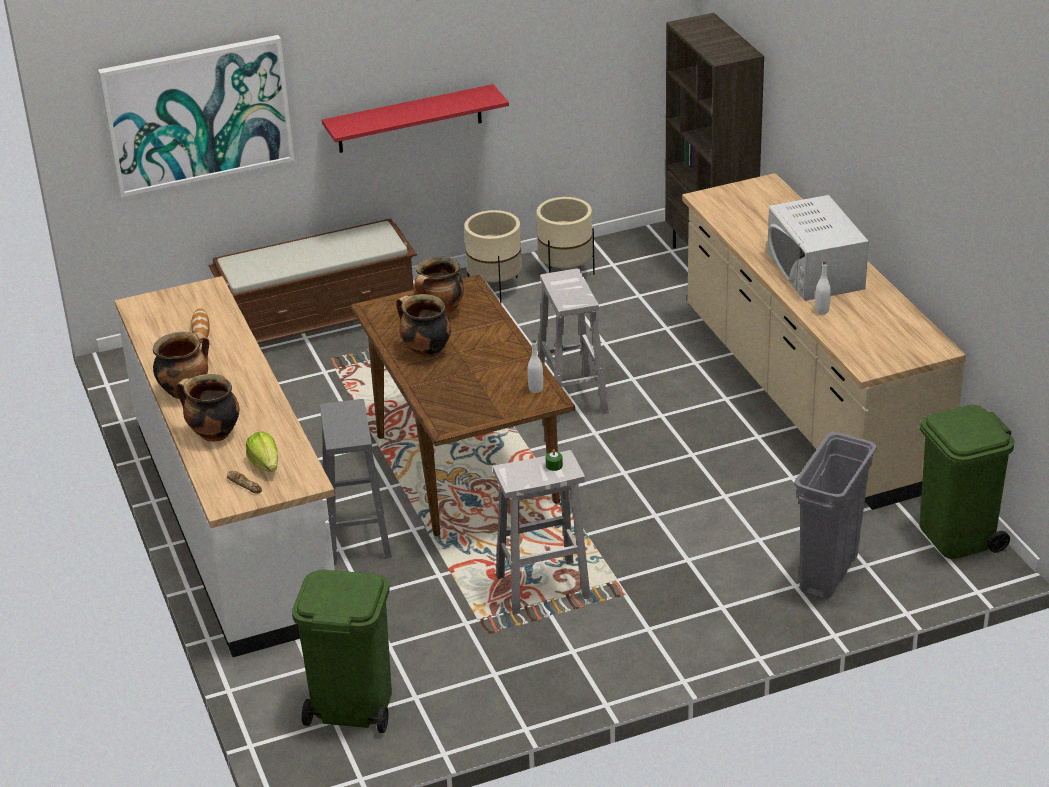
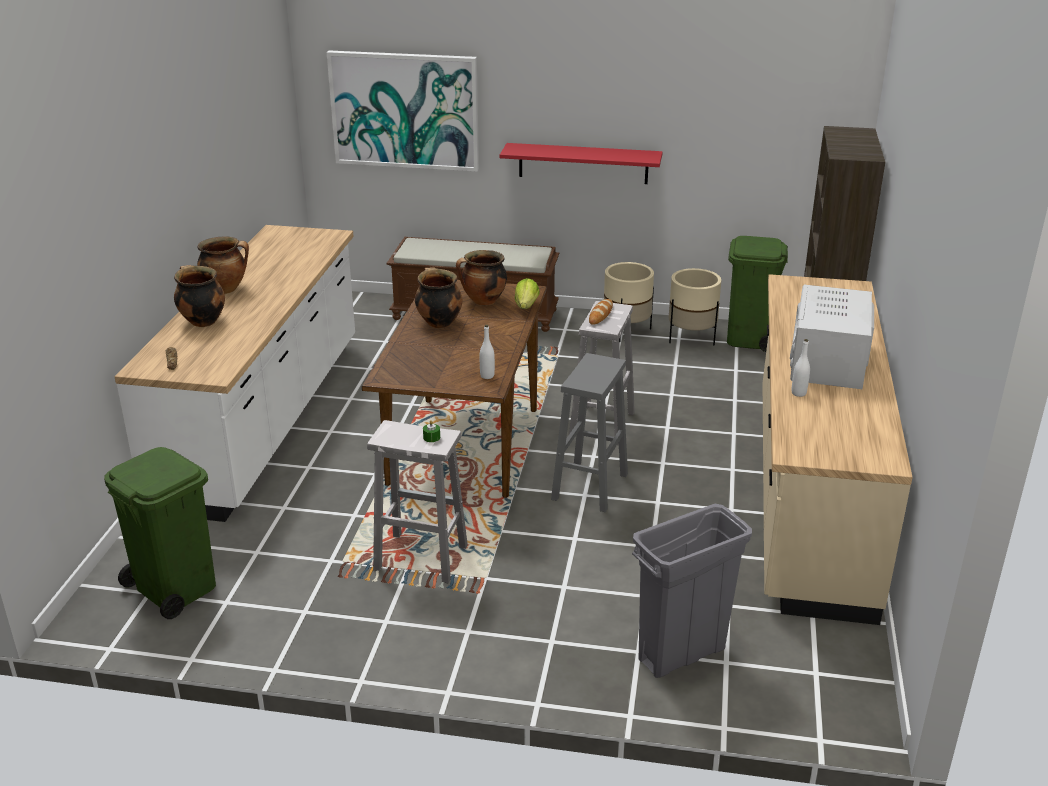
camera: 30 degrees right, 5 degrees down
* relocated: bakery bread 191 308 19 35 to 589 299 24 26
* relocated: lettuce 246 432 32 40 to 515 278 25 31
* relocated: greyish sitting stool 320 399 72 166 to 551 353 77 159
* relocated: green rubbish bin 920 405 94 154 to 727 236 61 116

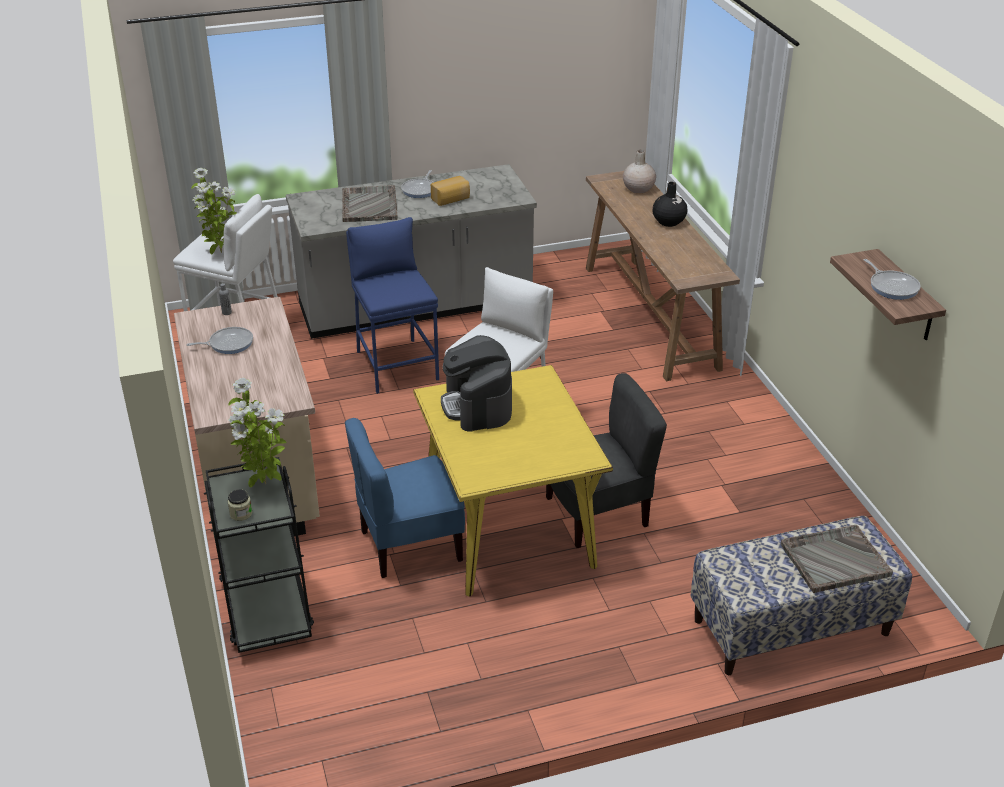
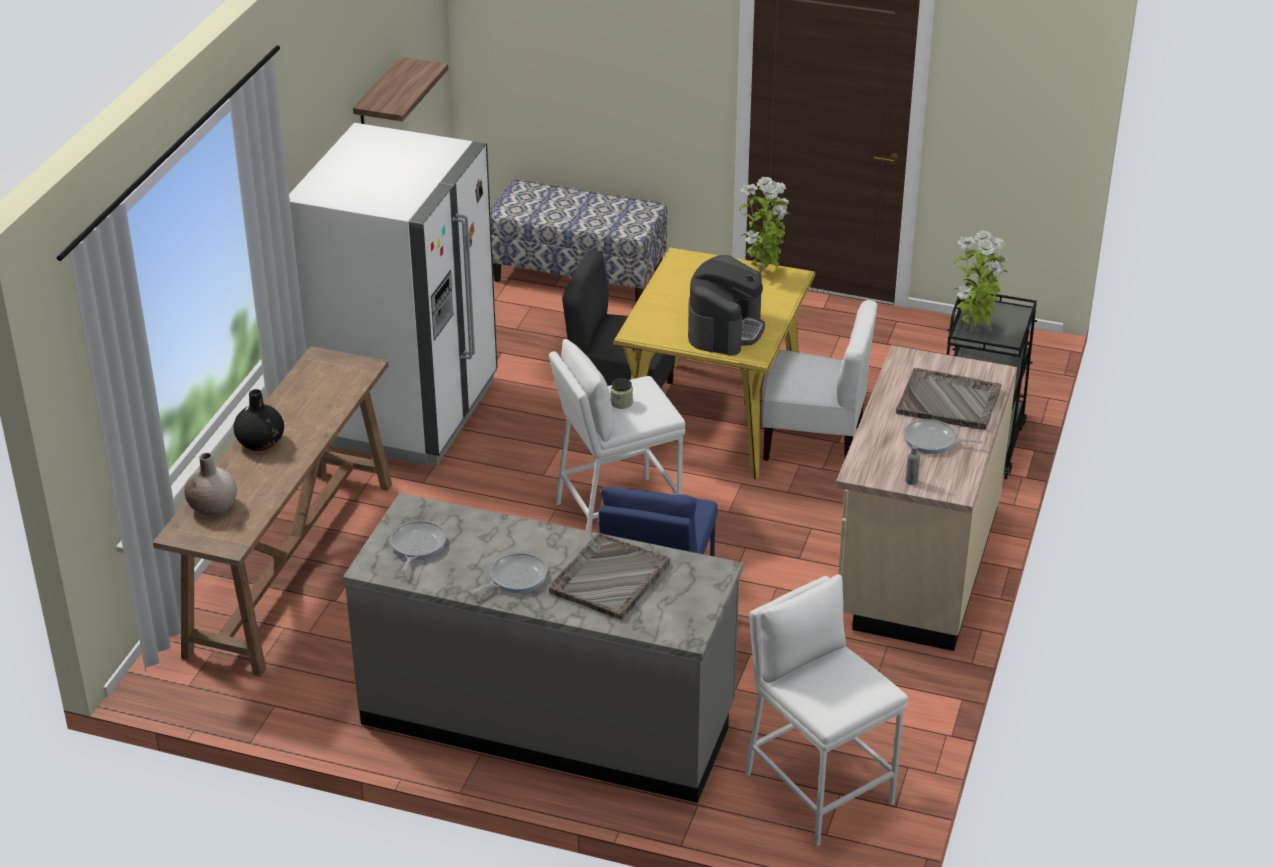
camera: 145 degrees left, 0 degrees up
* missing: bakery bread 431 176 39 30
* appeared: white-coloured refrigerator 289 123 209 342
* relocated: houseplant 191 168 46 87 to 739 177 52 97
* relocated: preserve jar 227 489 25 32 to 611 378 22 31
* relocated: greyish carrying tray 781 525 112 68 to 896 368 106 62
* relocated: pan 864 259 57 41 to 390 521 56 52
* colour: bluish plain chair 345 418 120 160 to white-coloured plain chair 762 300 116 161

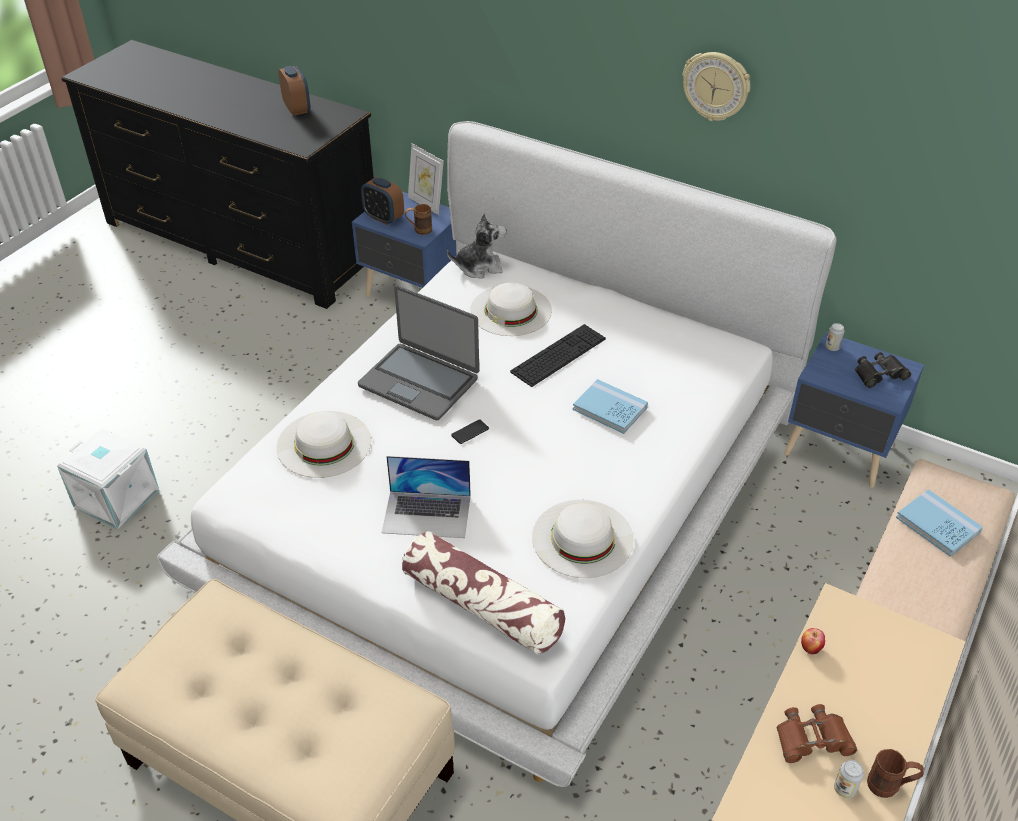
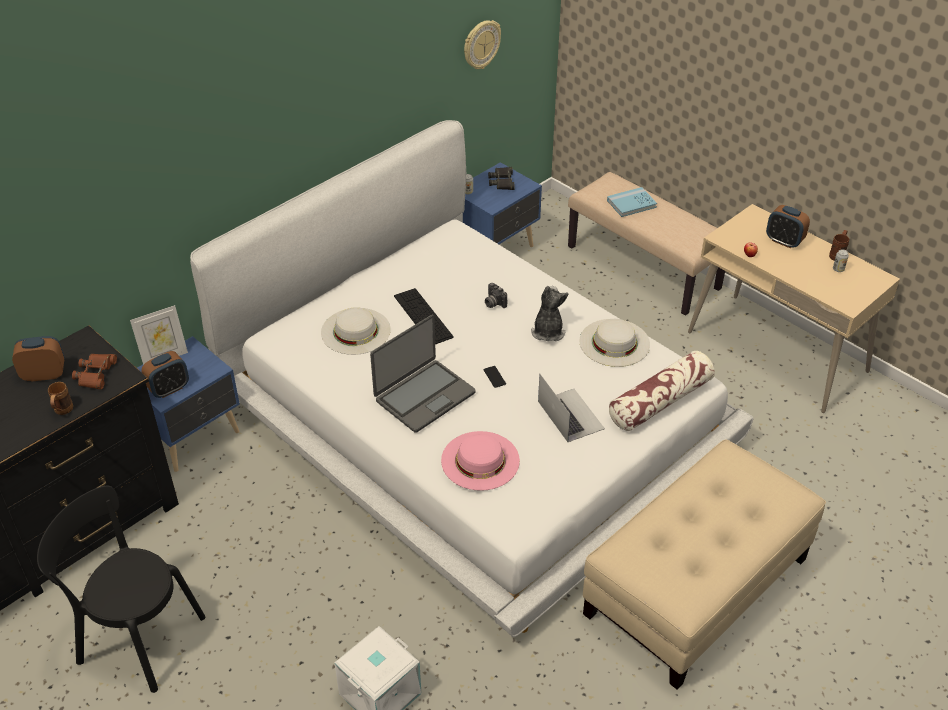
camera: 75 degrees left, 0 degrees up
* appeared: black plain chair 37 486 168 207
* appeared: table clock 766 205 44 44
* relocated: brown coffee mug 405 204 27 31 to 48 382 25 33
* relocated: cuddly toy 447 213 59 66 to 531 286 38 55
* relocated: clock on the wall 682 52 68 69 to 464 20 37 49
* relocated: brown field glasses 777 704 80 59 to 72 354 45 35
* exchanged: bluish volume 573 379 75 55 to photo camera 485 283 22 25
* colour: white-coloured clothing hat 276 411 95 67 to pink-coloured clothing hat 441 431 79 60
* spun: laptop 382 456 89 82 = 538 374 67 68 45 degrees counterclockwise

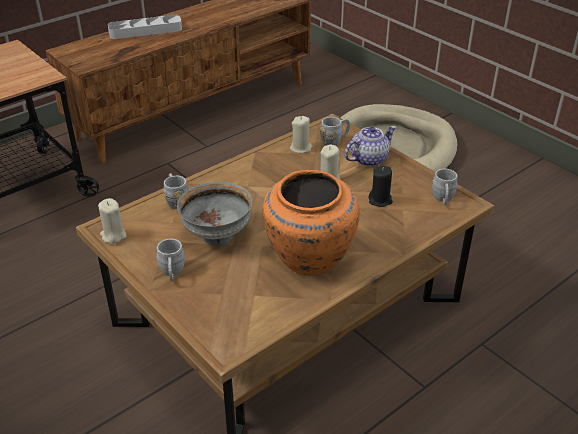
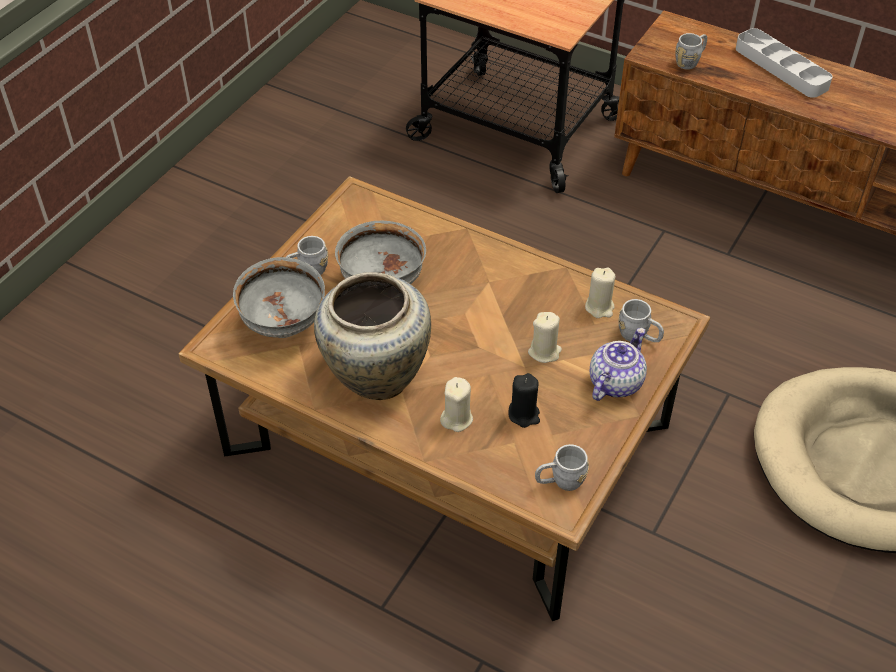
camera: 70 degrees right, 10 degrees up
* appeared: greyish serving bowl 233 257 92 81
* relocated: beige wax candle 98 198 28 46 to 440 377 33 55
* relocated: greyish coffee mug 163 173 26 36 to 675 33 32 37
* colour: orangey flower vase 262 170 97 106 to beige flower vase 314 272 117 128
* spun: tea pot 344 126 52 41 = 590 328 57 73 90 degrees counterclockwise

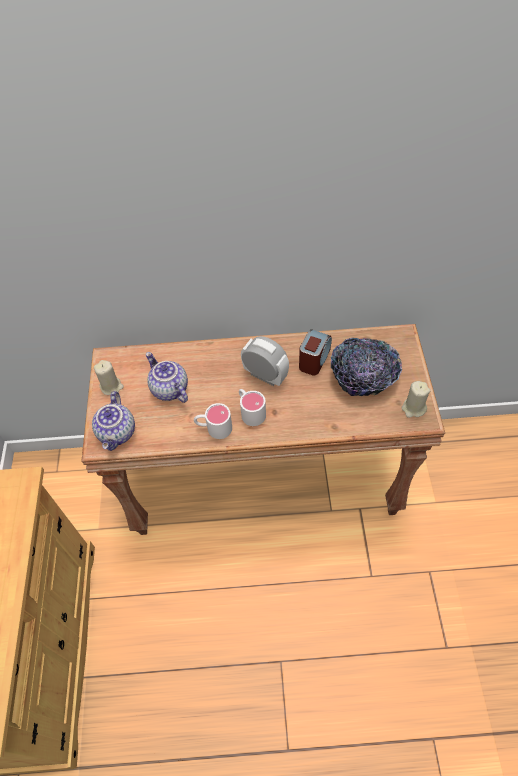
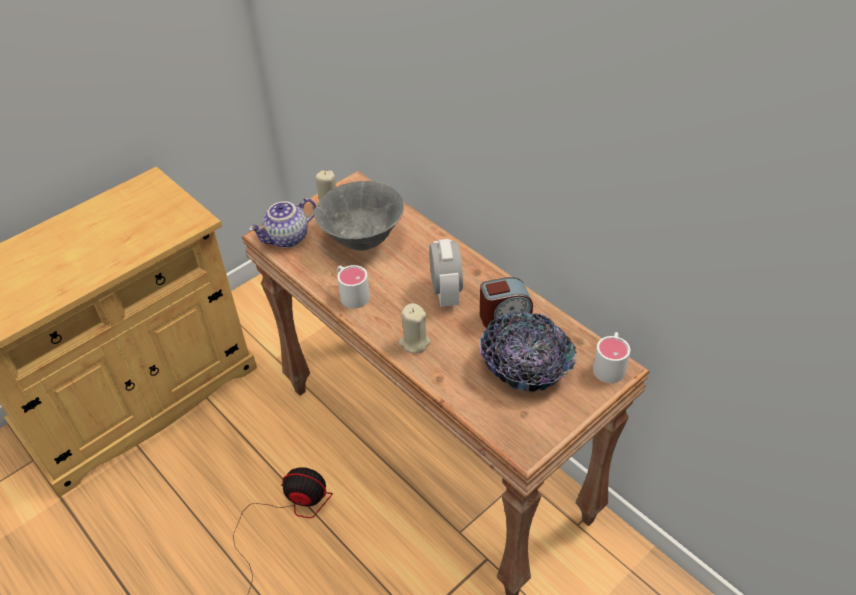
camera: 50 degrees right, 10 degrees down
* appeared: fan 233 467 100 126
* relocated: white-coloured coffee mug 239 389 27 37 to 593 332 37 51
* relocated: beige wax candle 402 381 28 37 to 398 303 32 50
* exchanged: tea pot 146 352 42 51 to greyish serving bowl 314 181 90 70

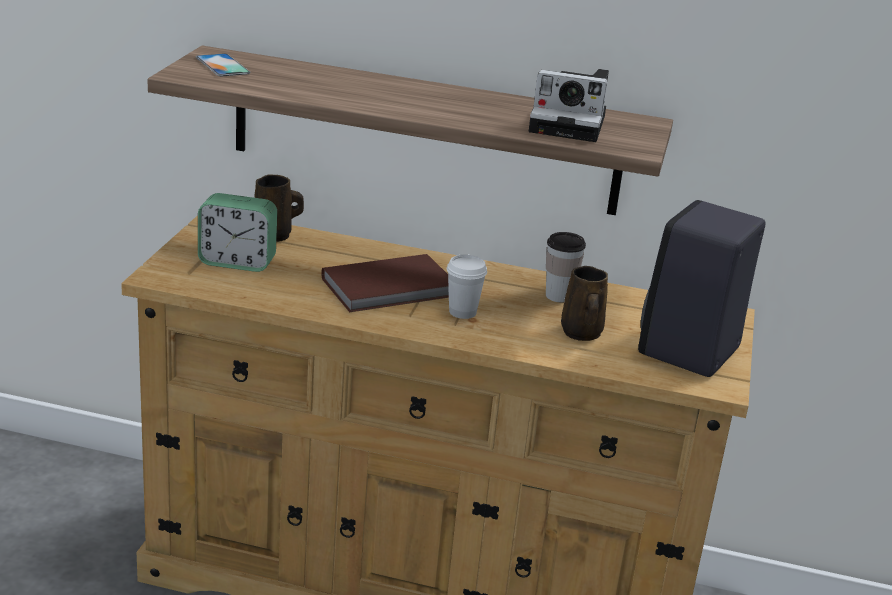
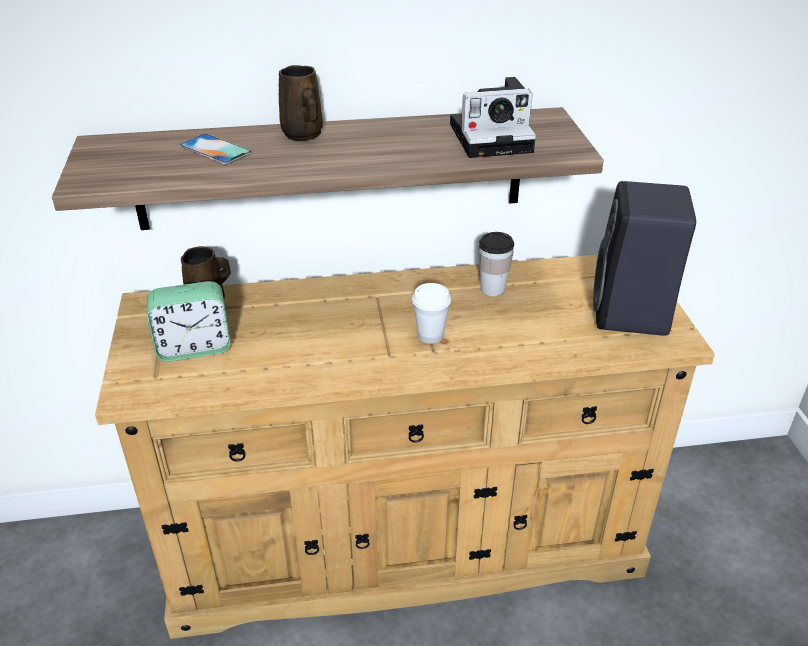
camera: 20 degrees left, 10 degrees up
* missing: brown volume 321 254 128 58
* relocated: telephone 196 54 54 22 to 179 134 73 30
* relocated: brown coffee mug 561 266 47 75 to 279 65 44 76

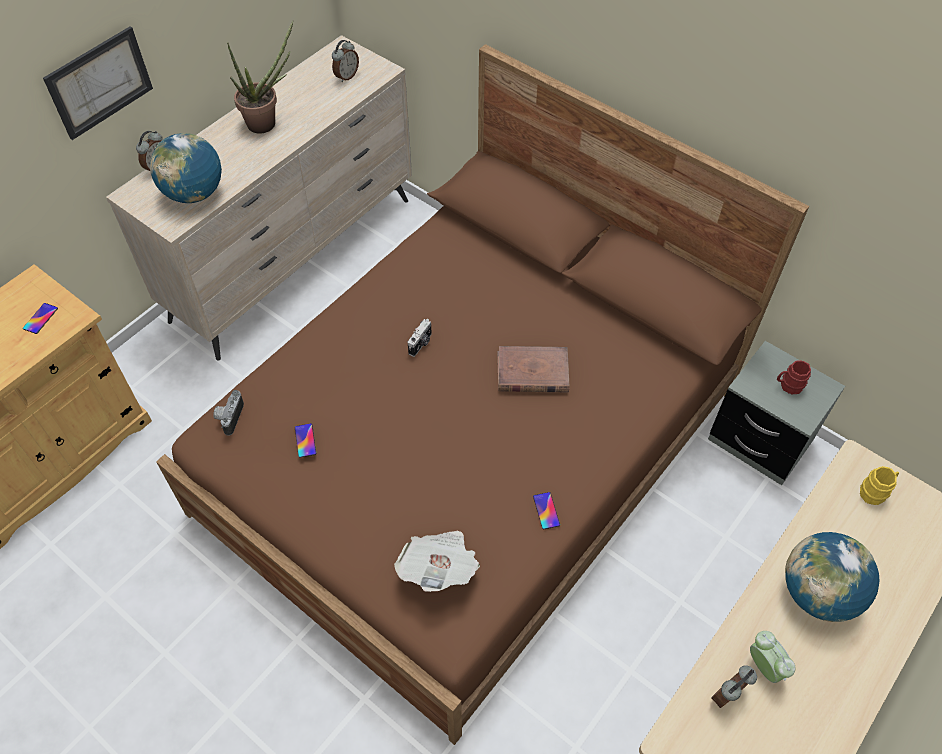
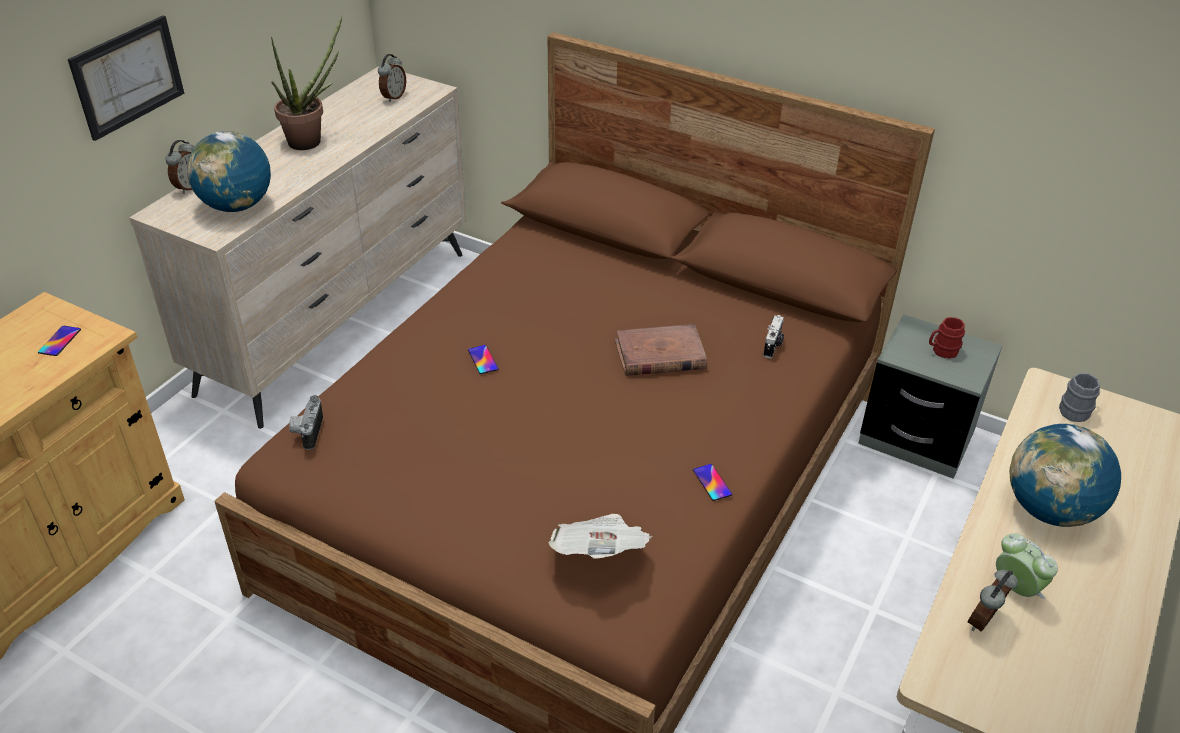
camera: 10 degrees left, 15 degrees down
* relocated: telephone 295 423 21 35 to 468 345 31 29
* relocated: photo camera 408 319 24 38 to 763 315 21 44
* colour: yellow-coloured coffee mug 860 466 39 39 to greyish coffee mug 1059 373 41 49

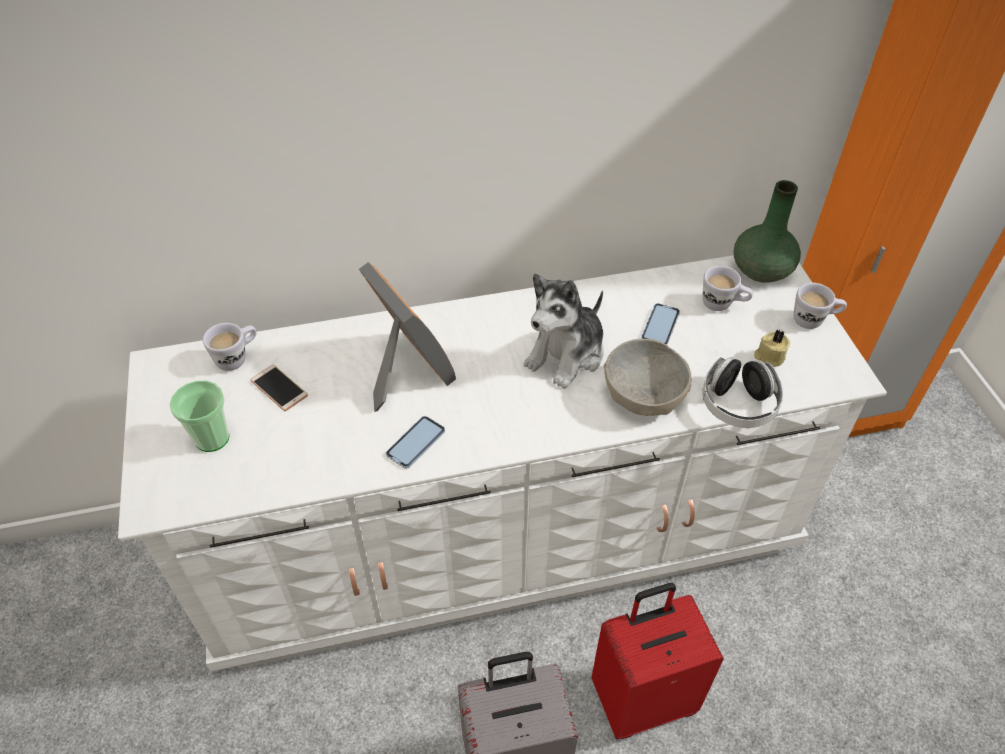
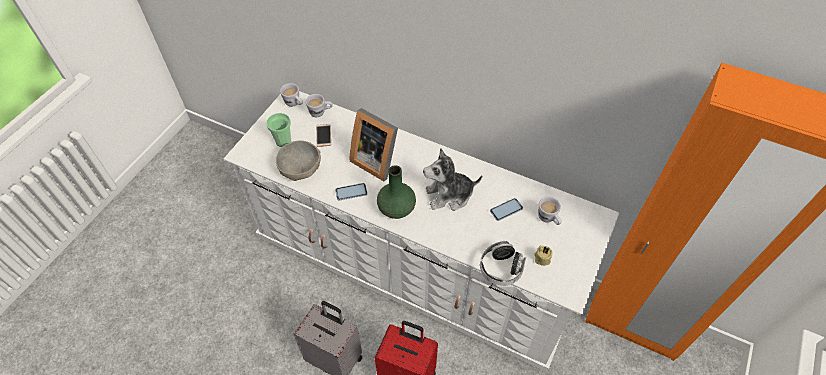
camera: 40 degrees right, 5 degrees up
* relocated: greyish serving bowl 604 339 87 77 to 276 140 45 41
* relocated: green flower vase 733 180 68 103 to 377 165 39 54
* relocated: white-coloured coffee mug 793 283 54 46 to 280 83 23 24
* spun: standing frame 359 262 97 150 = 350 108 48 73 120 degrees clockwise

